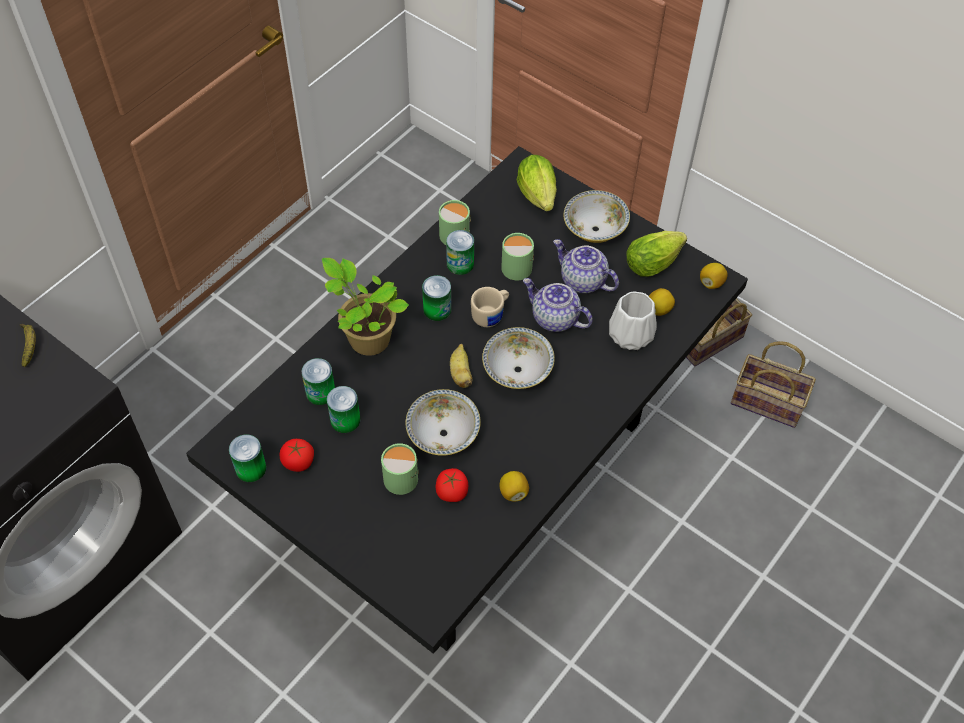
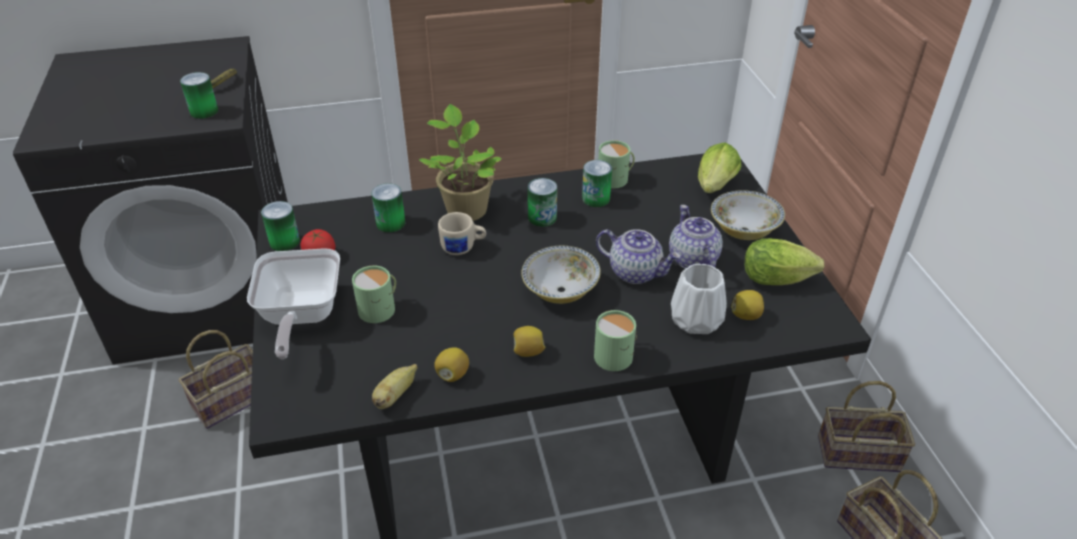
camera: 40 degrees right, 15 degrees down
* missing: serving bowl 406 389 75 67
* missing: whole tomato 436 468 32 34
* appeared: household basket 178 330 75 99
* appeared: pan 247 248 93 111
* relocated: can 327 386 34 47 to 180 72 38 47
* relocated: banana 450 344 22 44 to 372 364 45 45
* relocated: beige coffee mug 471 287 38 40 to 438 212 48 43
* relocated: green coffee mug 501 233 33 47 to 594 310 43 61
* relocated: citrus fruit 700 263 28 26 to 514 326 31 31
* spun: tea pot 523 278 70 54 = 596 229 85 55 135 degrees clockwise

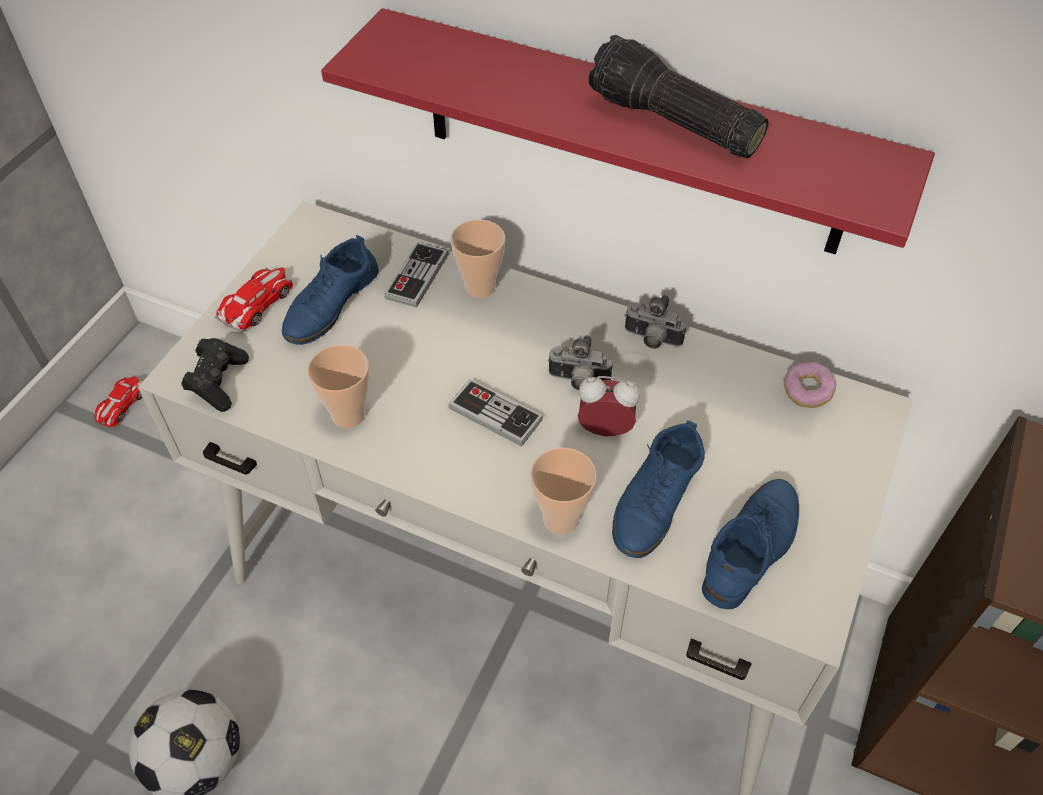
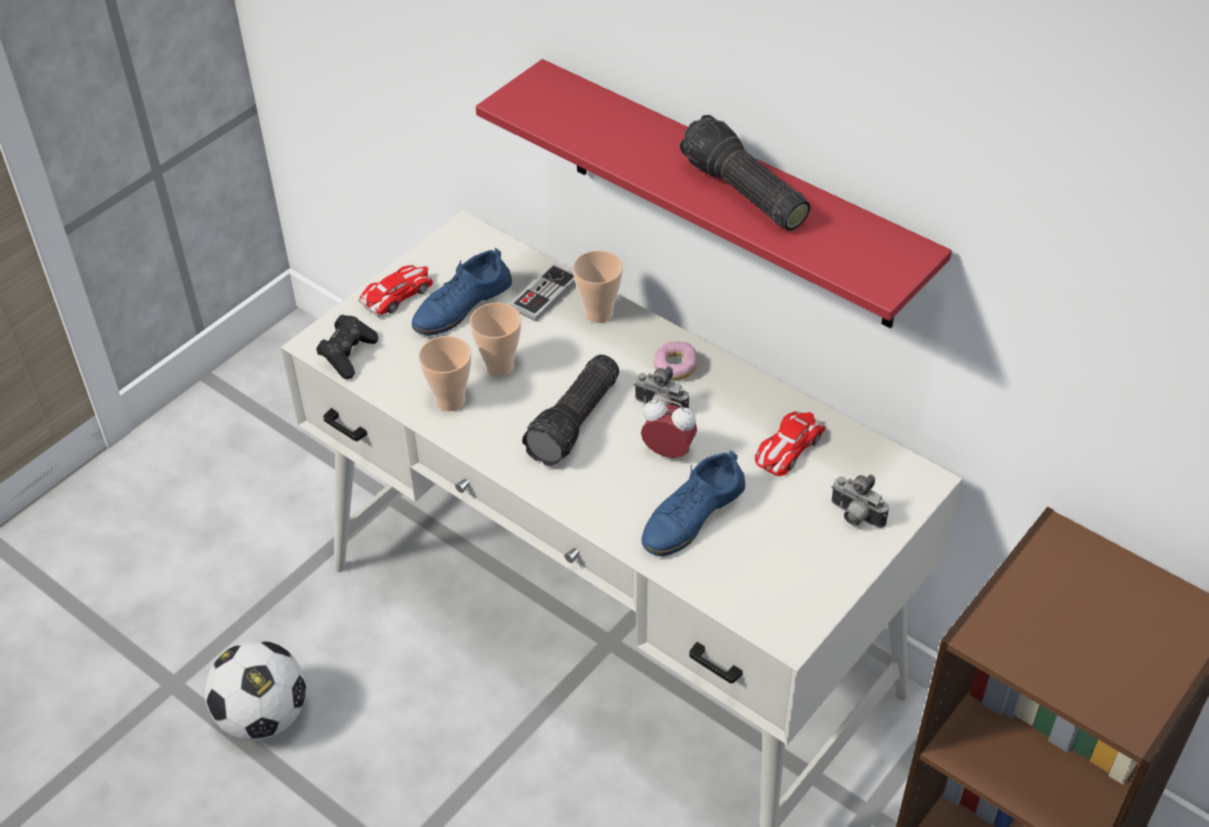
camera: 15 degrees right, 5 degrees down
* missing: bluish low shoe 702 479 97 130
* relocated: model car 94 377 49 50 to 755 411 71 65
* relocated: drinking cup 530 448 67 86 to 470 303 51 74
* relocated: photo camera 625 295 61 54 to 831 475 58 53
* relocated: donut 784 362 52 46 to 654 342 44 38
* exchanged: game controller 448 379 95 67 to torch 522 355 97 111

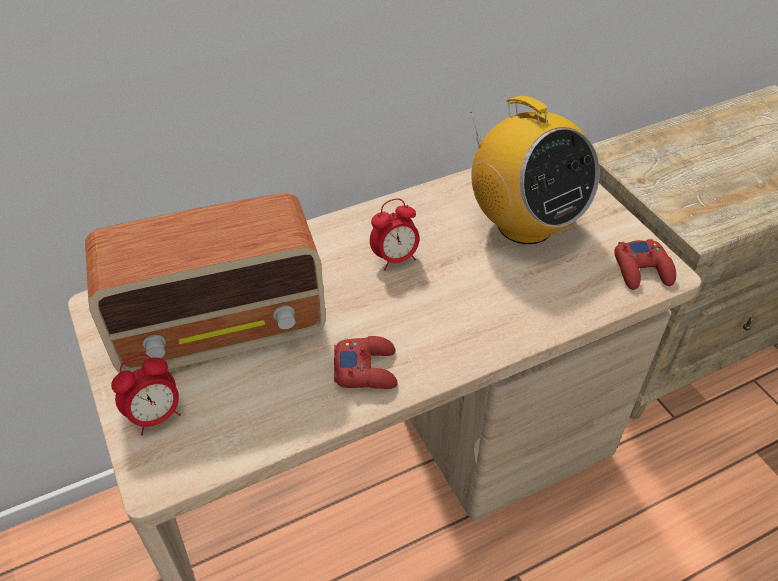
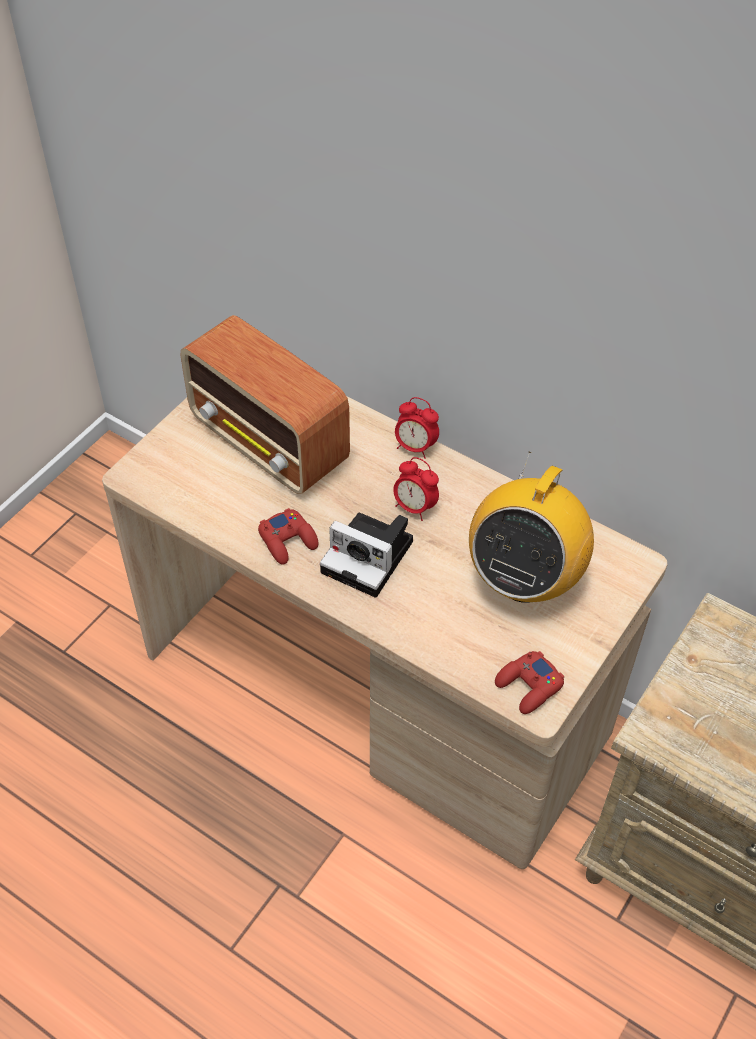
camera: 60 degrees right, 5 degrees up
* appeared: photo camera 320 513 93 85
* relocated: table clock 111 354 70 82 to 395 397 44 62

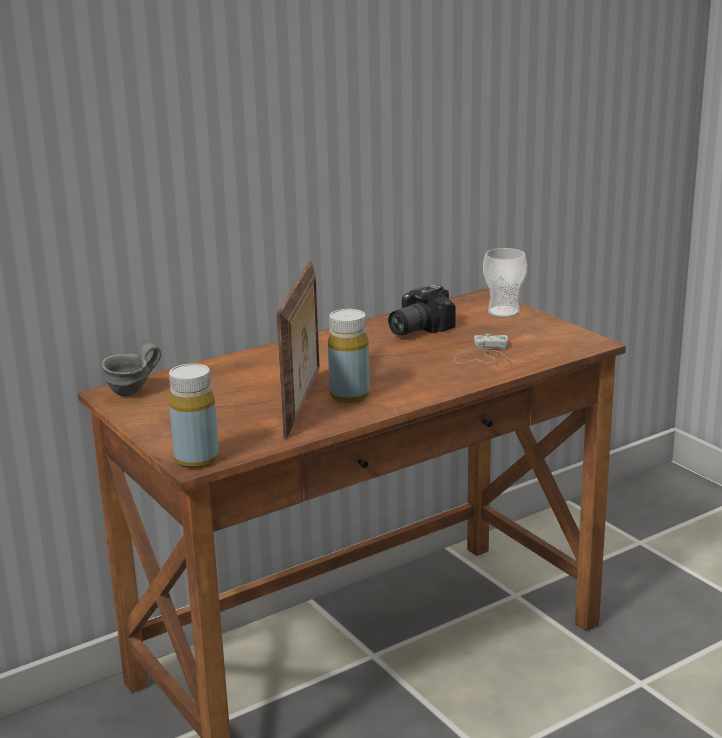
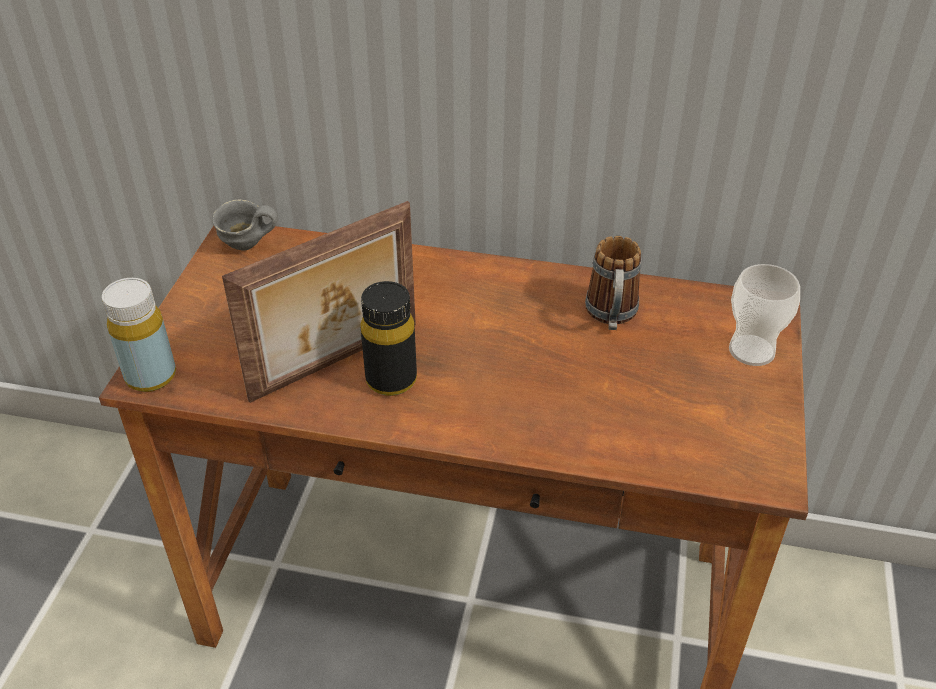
camera: 45 degrees right, 20 degrees up
* missing: white-coloured game controller 454 334 82 30
* exchanged: photo camera 388 285 68 51 to coffee mug 585 236 56 94
* colour: yellow-coloured drink bottle 328 309 42 94 to black drink bottle 361 281 56 115

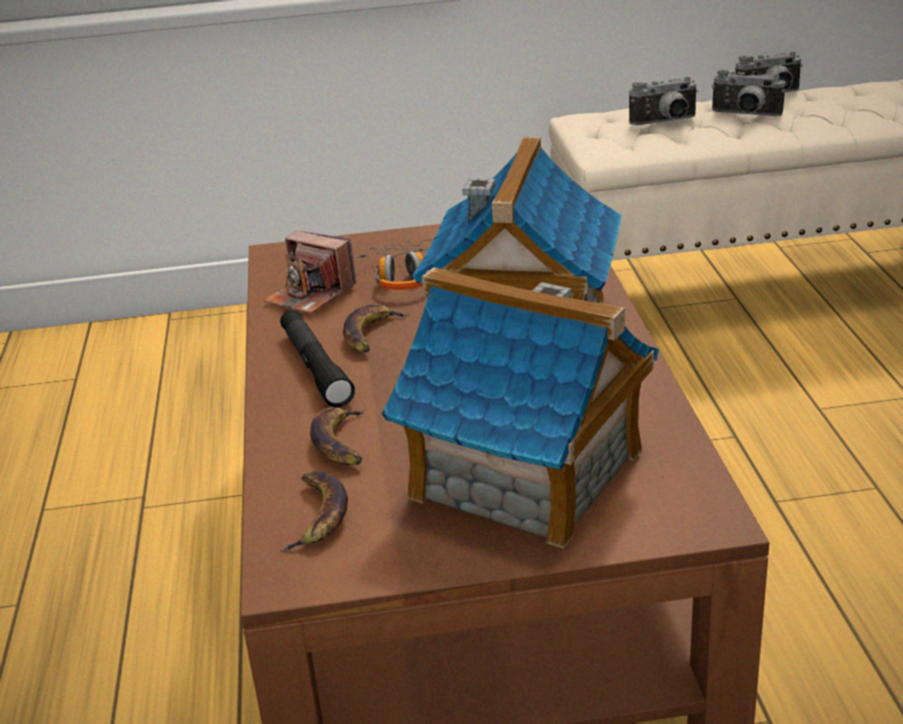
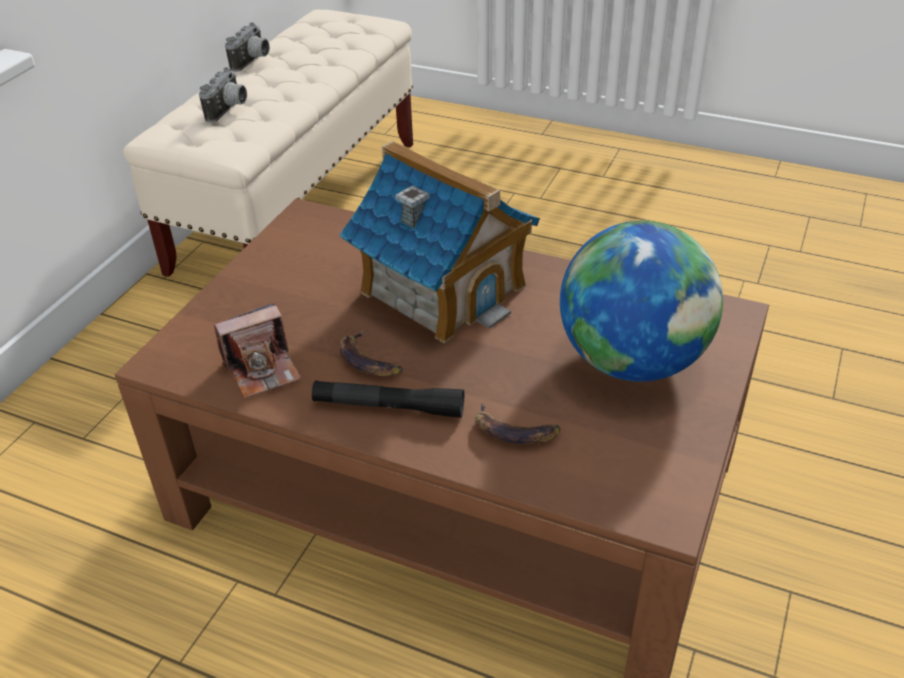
camera: 60 degrees left, 10 degrees up
* missing: banana 280 471 68 81
* missing: headphones 355 239 78 51
* missing: photo camera 712 70 74 46
* exchanged: miniature house 382 267 277 282 to world globe 560 221 163 161

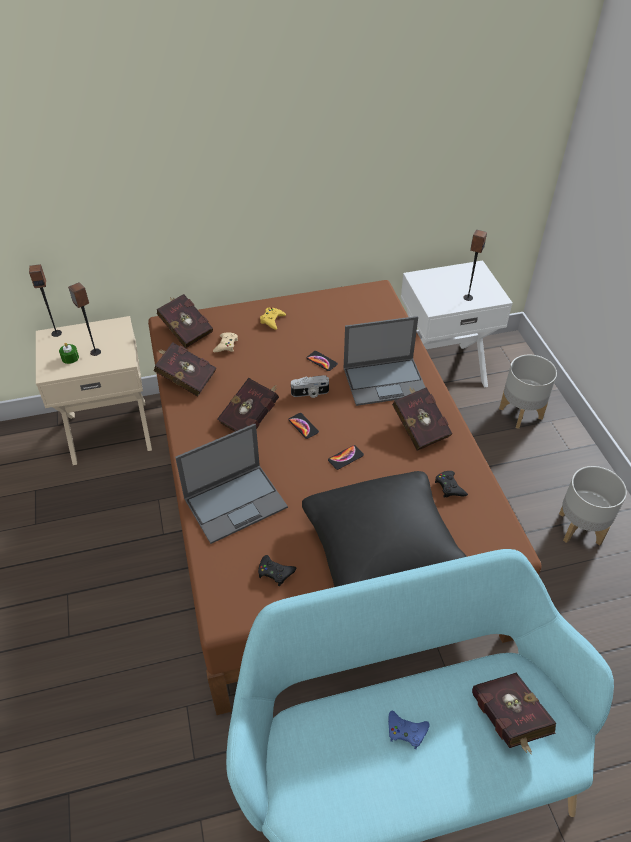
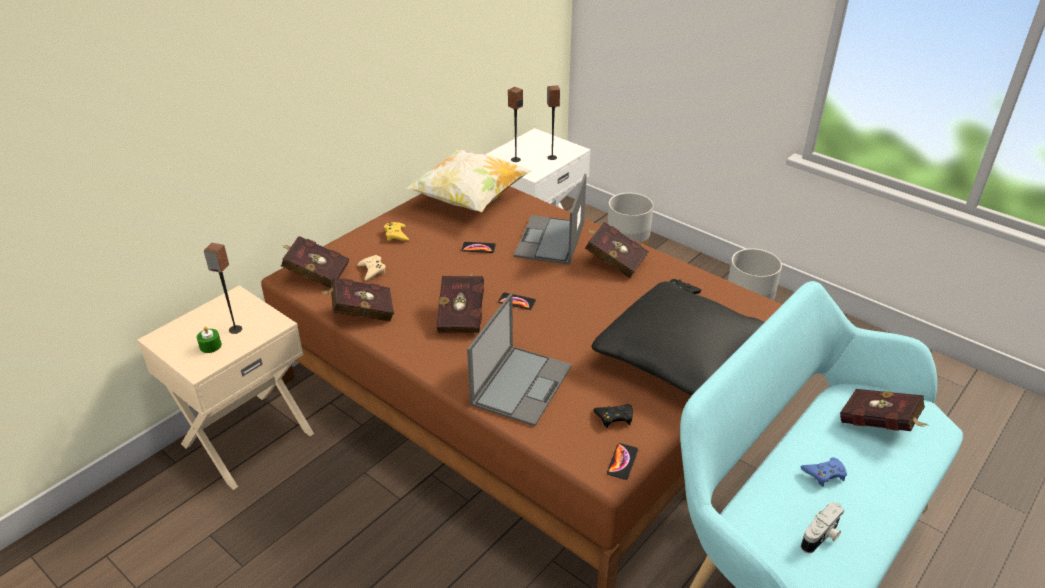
camera: 35 degrees left, 10 degrees down
* appeared: cushion 406 150 125 62
* relocated: loudspeaker 29 264 33 73 to 508 87 15 75
* relocated: photo camera 291 375 38 23 to 801 502 44 51
* relocated: telephone 328 445 36 25 to 607 443 31 37
* spun: laptop 343 316 83 90 = 514 174 73 91 150 degrees clockwise

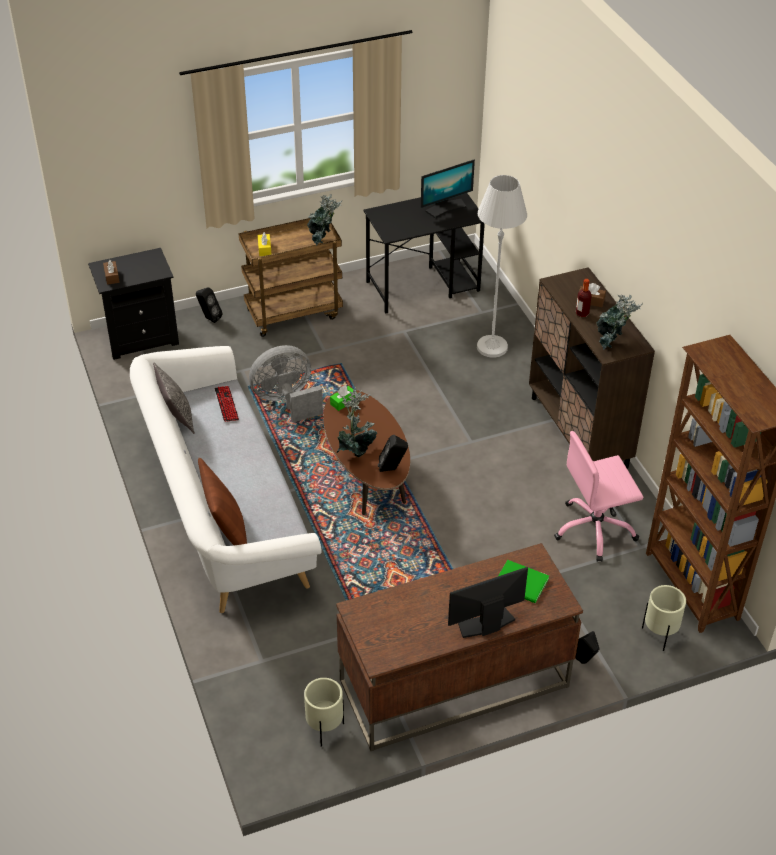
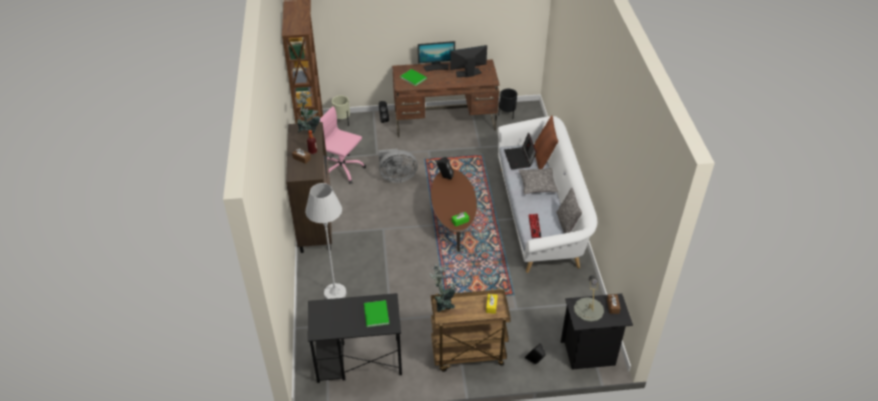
camera: 165 degrees left, 0 degrees up
* missing: houseplant 337 387 40 71
* appeared: green volume 364 300 25 27
* appeared: laptop 504 133 33 36
* appeared: cushion 519 168 39 26
* appeared: greyish table lamp 574 275 30 47
* relocated: greyish fan 249 345 74 77 to 378 149 40 34
* relocated: computer display 421 160 54 58 to 450 45 37 32
* colour: beige flower pot 304 678 40 69 to black flower pot 498 89 19 27
* spun: pink-coloured desk chair 554 431 89 131 = 320 106 46 78 150 degrees counterclockwise

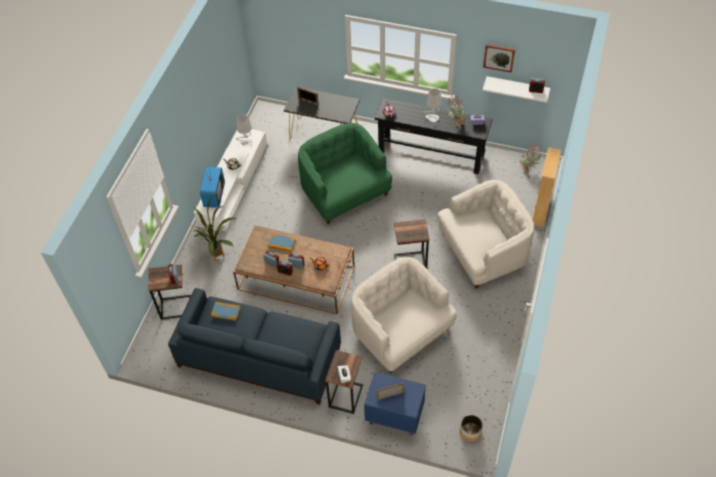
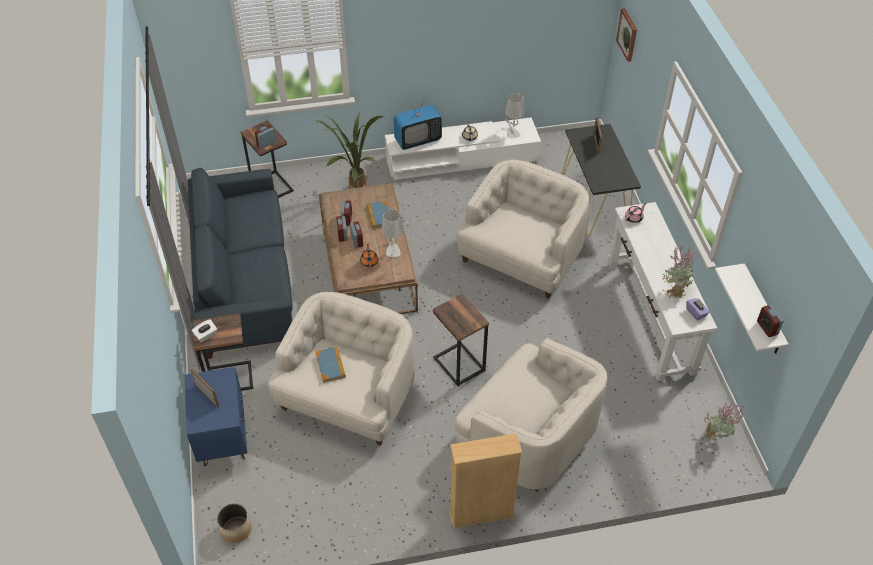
camera: 60 degrees right, 5 degrees down
* relocated: volume 211 302 30 19 to 315 347 31 36
* relocated: greyish table lamp 423 88 19 34 to 382 209 22 48
* relocated: picture 483 44 32 29 to 616 8 21 54
* relocated: beige bookshelf 532 147 29 80 to 449 433 73 95
* colour: green armchair 298 123 94 101 to white-coloured armchair 457 159 132 140
* colour: black hall table 374 98 118 76 to white-coloured hall table 608 202 109 179

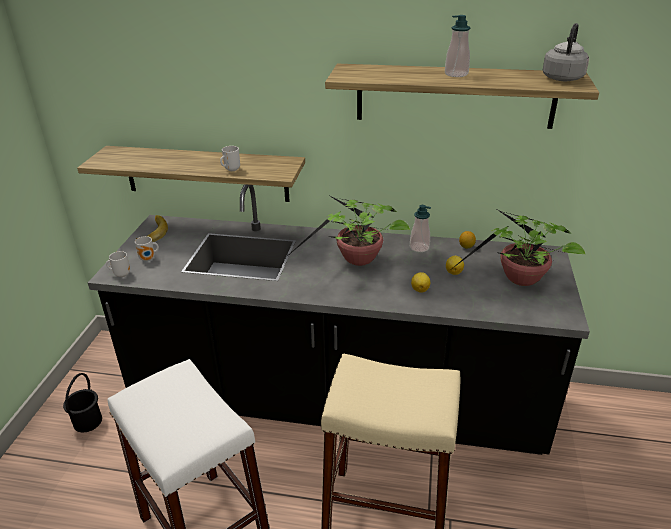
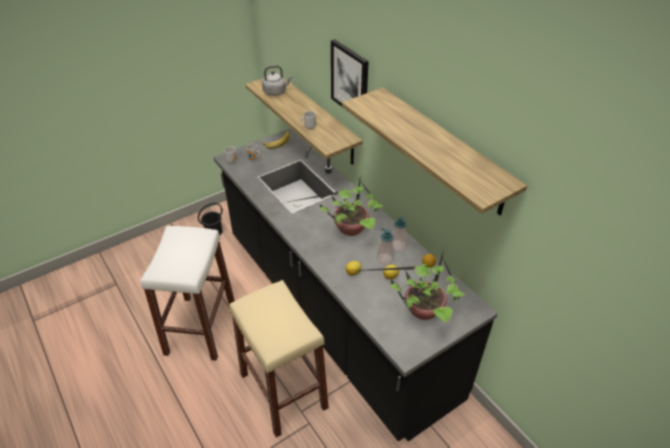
camera: 45 degrees right, 10 degrees up
* appeared: picture 331 39 38 81
* relocated: soap dispenser 445 15 25 62 to 377 228 17 36
* relocated: greyish tea kettle 543 23 46 58 to 262 65 30 31

